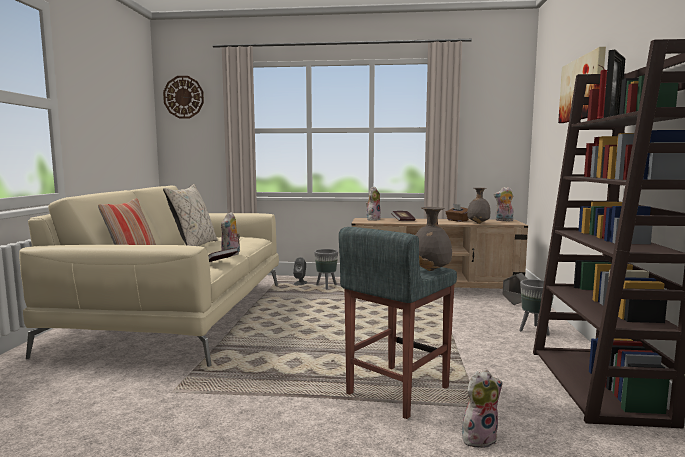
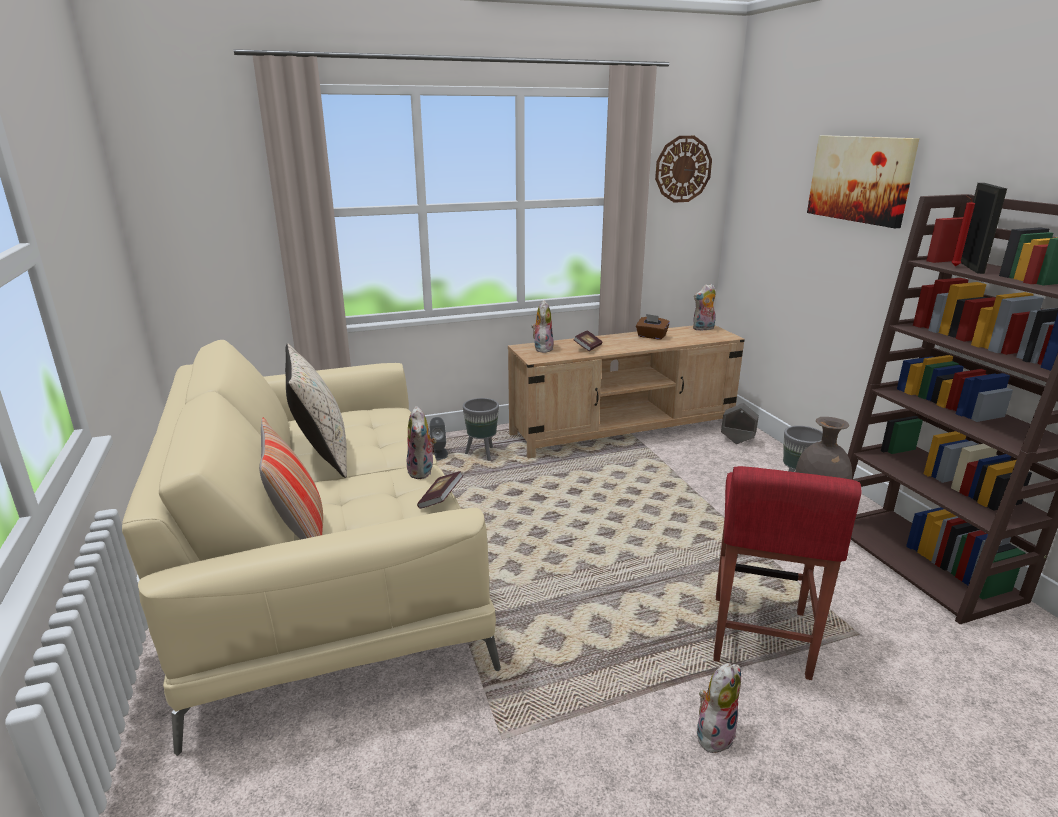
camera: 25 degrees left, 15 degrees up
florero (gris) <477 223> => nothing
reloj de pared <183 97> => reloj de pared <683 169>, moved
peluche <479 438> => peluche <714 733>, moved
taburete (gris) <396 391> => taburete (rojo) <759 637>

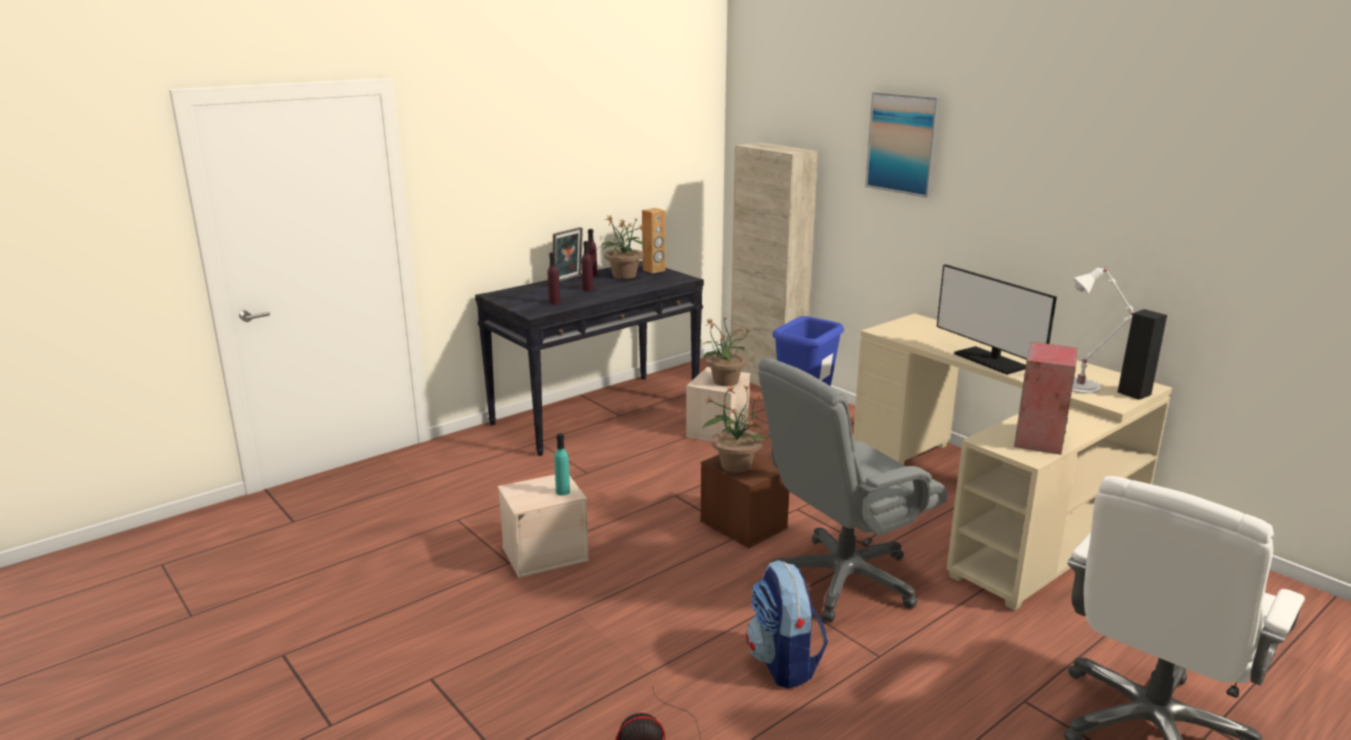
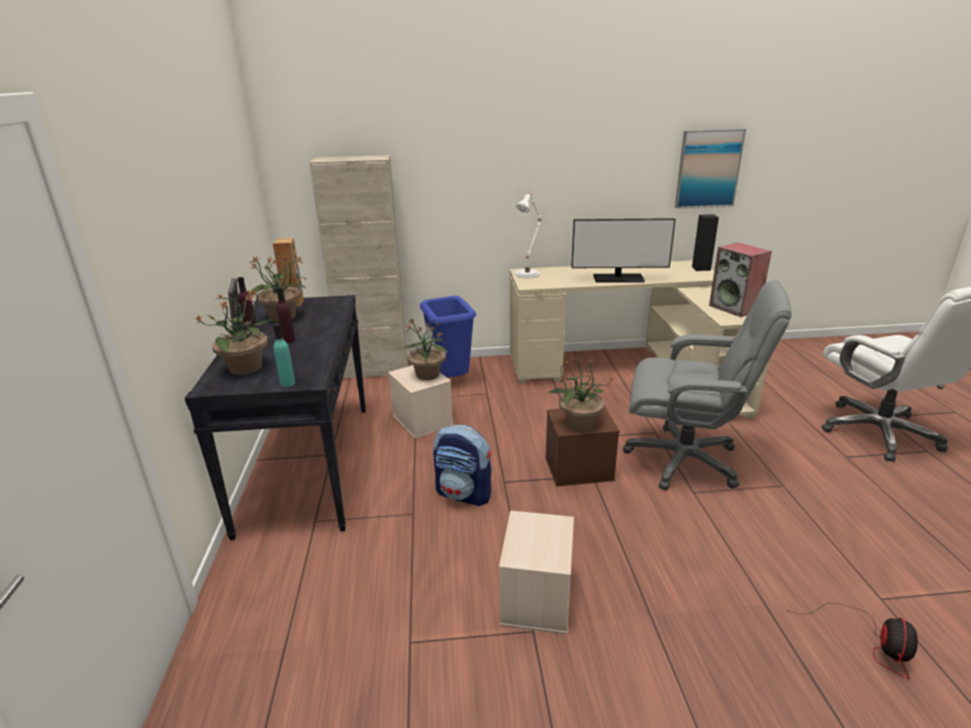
camera: 55 degrees left, 5 degrees up
botella (morado) <554 302> => nothing
nothing => planta en maceta <247 367>
botella (turquesa) <563 492> => botella (turquesa) <287 383>, moved
mochila <784 663> => mochila <464 494>, moved
cuadro <903 143> => cuadro <708 169>, moved
lámpara de mesa (blanco) <1083 386> => lámpara de mesa (blanco) <528 273>, moved
silla de oficina (gris) <843 580> => silla de oficina (gris) <684 460>, 75 degrees counterclockwise

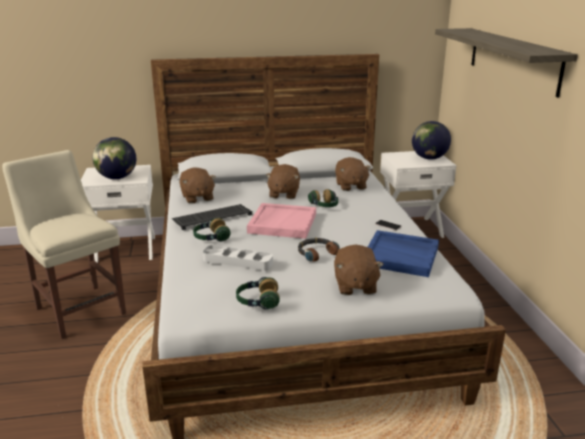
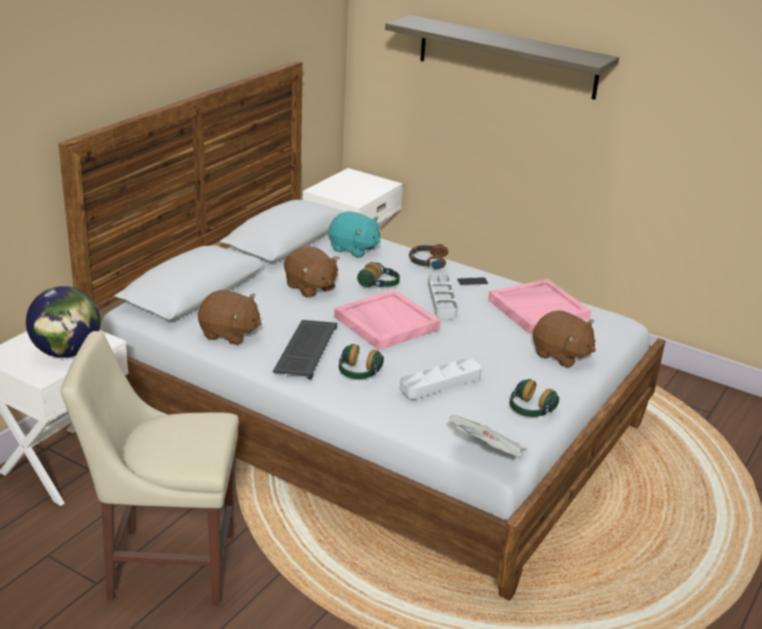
camera: 50 degrees left, 5 degrees up
globo terráqueo <429 158> => nothing
nothing => bandeja (gris) <441 299>
nothing => periódico <488 454>
auriculares <316 253> => auriculares <427 261>, moved
peluche (marrón) <350 186> => peluche (turquesa) <353 249>
bandeja (azul) <401 256> => bandeja (rosa) <538 309>

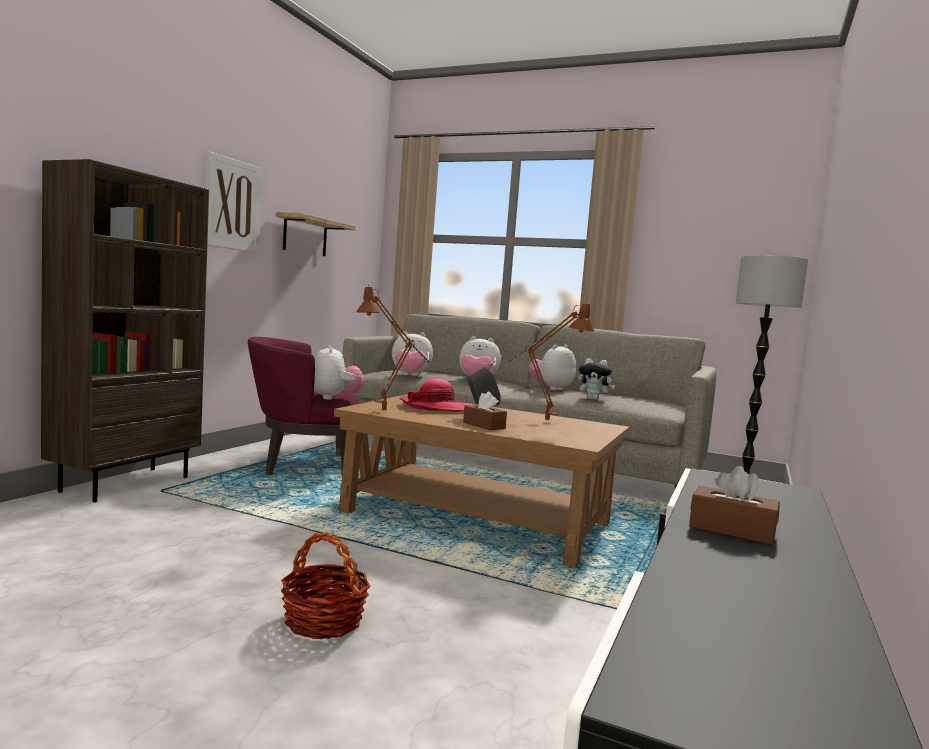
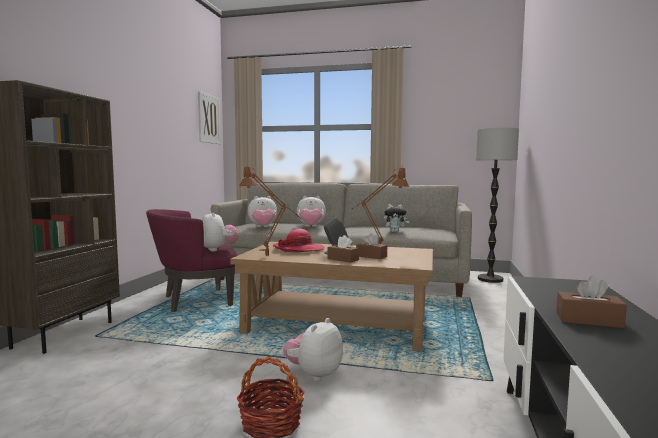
camera: 10 degrees left, 0 degrees up
estante <305 236> => nothing
nothing => caja de pañuelos (marrón) <371 256>
cuadro <232 204> => cuadro <208 119>, moved
peluche <551 388> => peluche <314 374>, moved

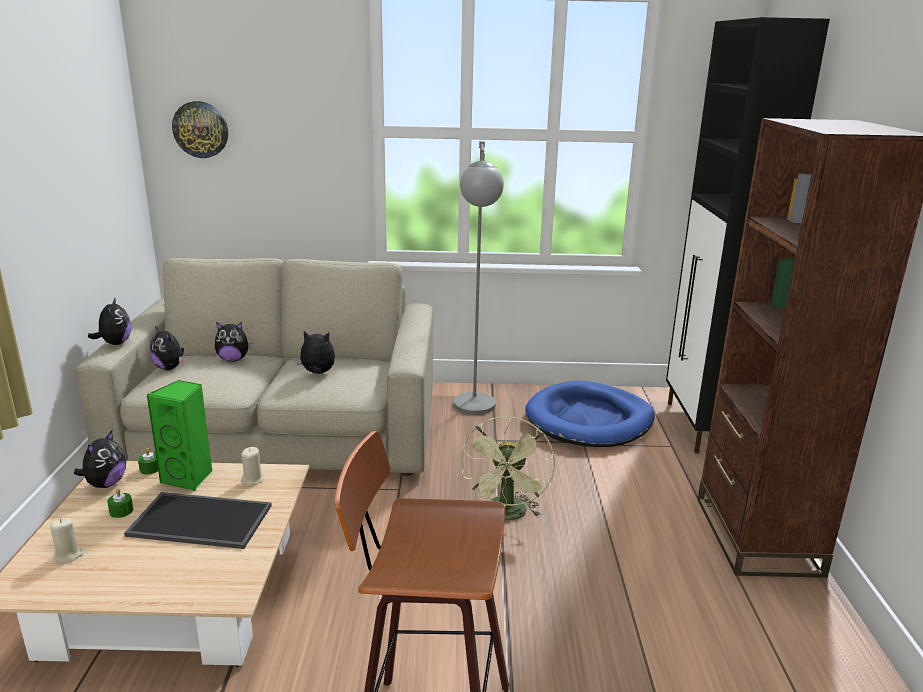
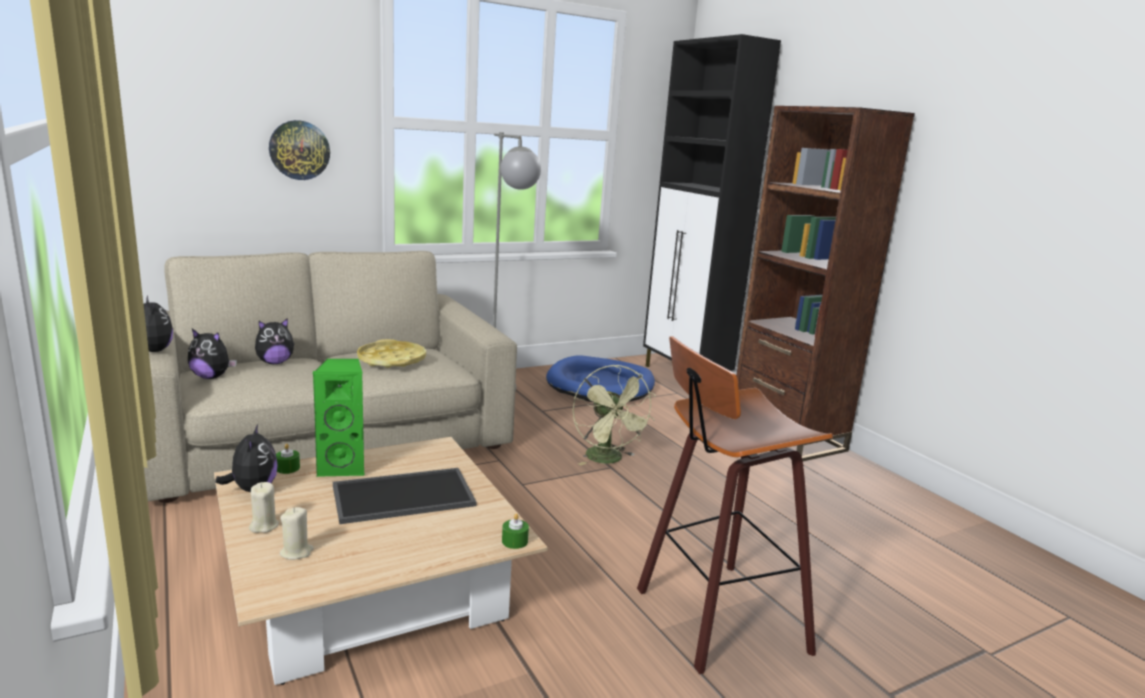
camera: 30 degrees left, 5 degrees down
vela (verde) <121 511> => vela (verde) <514 541>, moved
reloj de pared <201 129> => reloj de pared <299 150>, moved
vela (beis) <253 480> => vela (beis) <264 526>, moved
peluche <317 373> => bandeja (amarillo) <392 360>

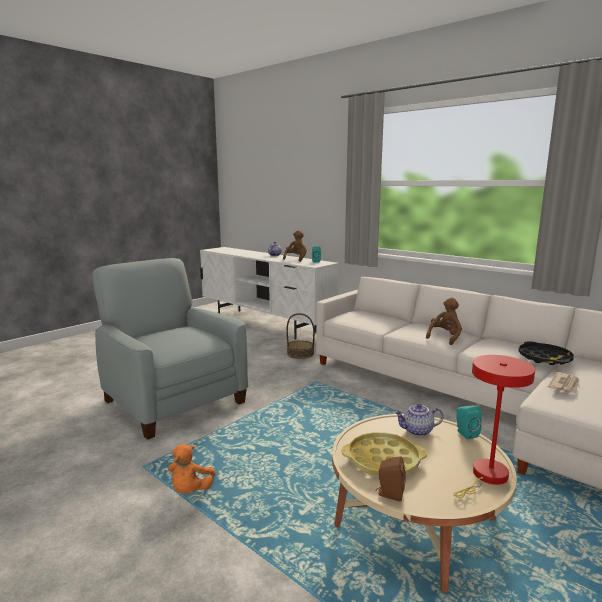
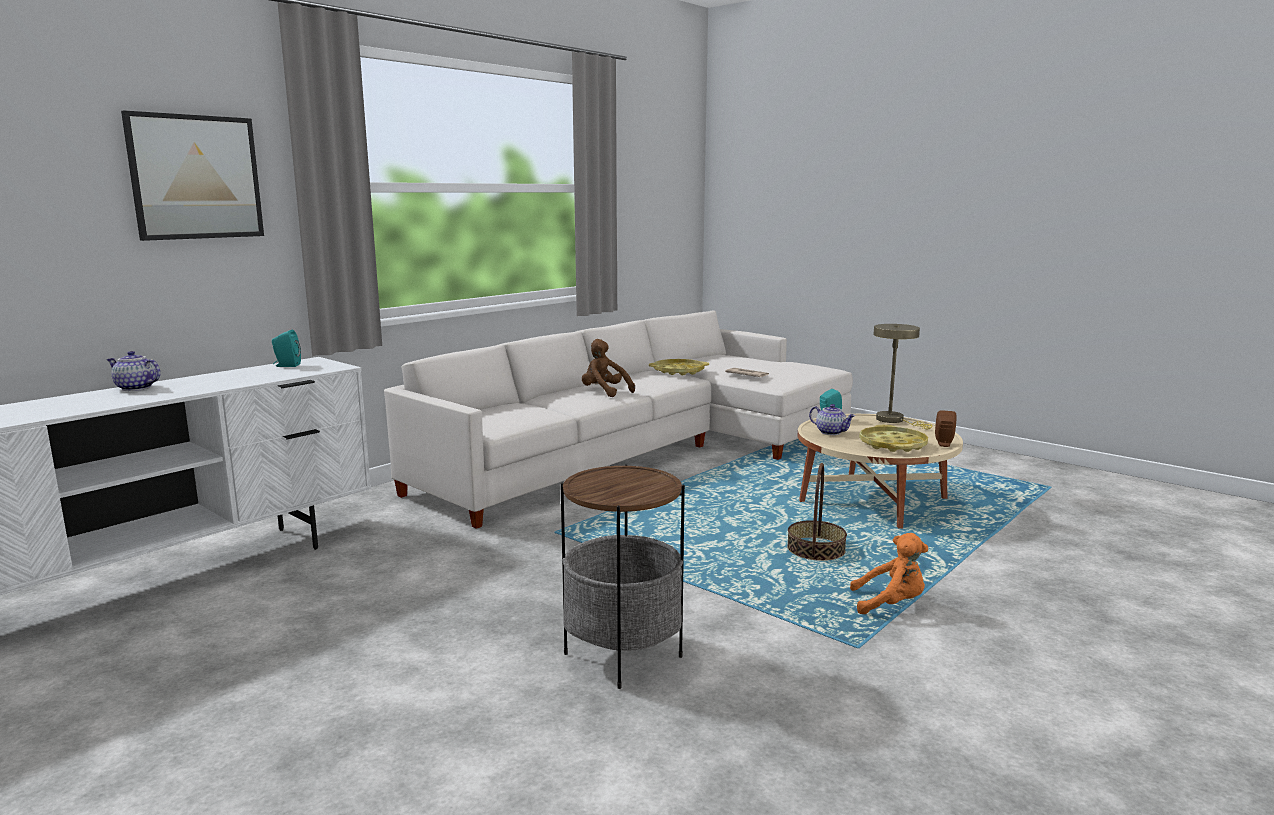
camera: 90 degrees left, 0 degrees up
peluche (marrón) <296 259> => nothing
nothing => cuadro <196 177>
cesta <300 353> => cesta <815 550>, moved
sillón (gris) <173 400> => mesa auxiliar <623 655>
lámpara de mesa (rojo) <487 477> => lámpara de mesa (beis) <894 420>
bandeja (negro) <544 358> => bandeja (amarillo) <678 371>
tetera <417 431> => tetera <831 432>, 45 degrees counterclockwise

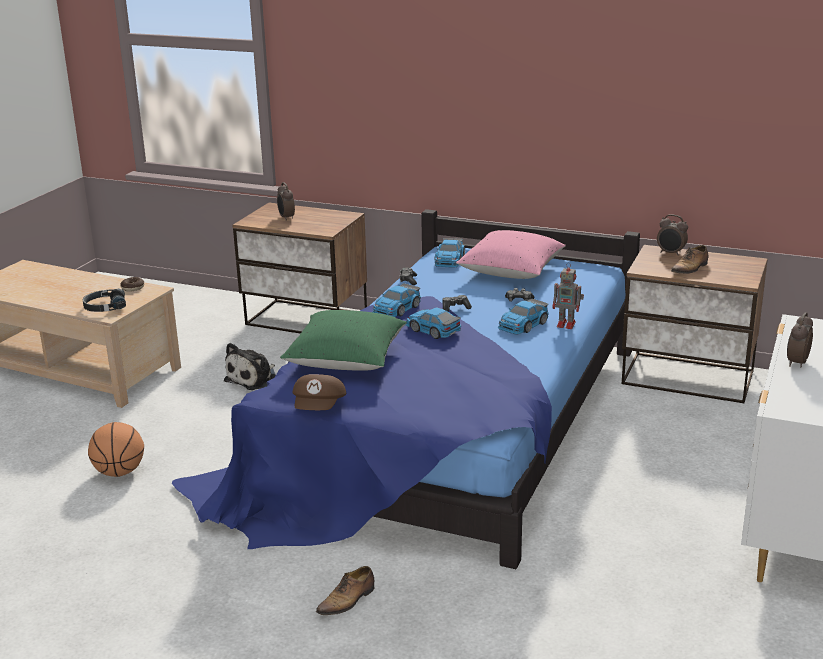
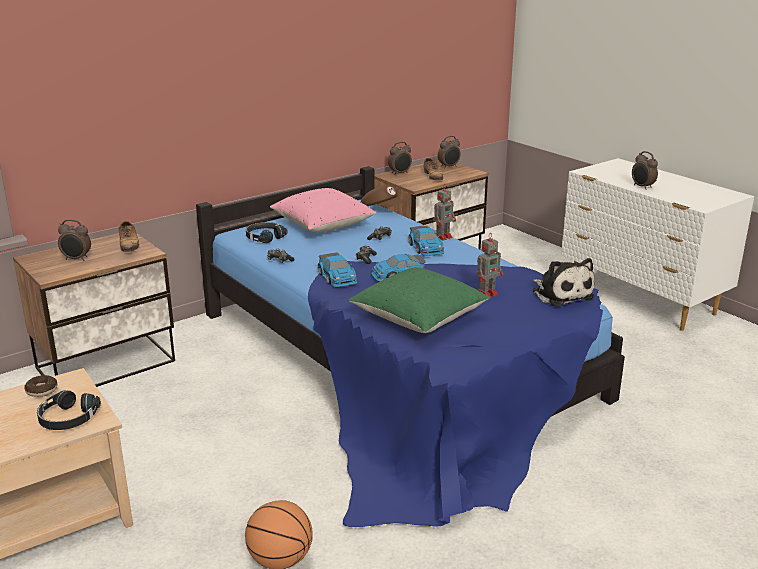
camera: 60 degrees left, 0 degrees up
nothing => despertador <449 167>
nothing => robot de juguete <487 293>
peluche <254 379> => peluche <560 294>, moved
gorra (marrón) <320 408> => gorra (marrón) <382 209>, moved
zapato <348 601> => zapato <129 245>, moved
coche de juguete <449 260> => auriculares (negro) <264 237>

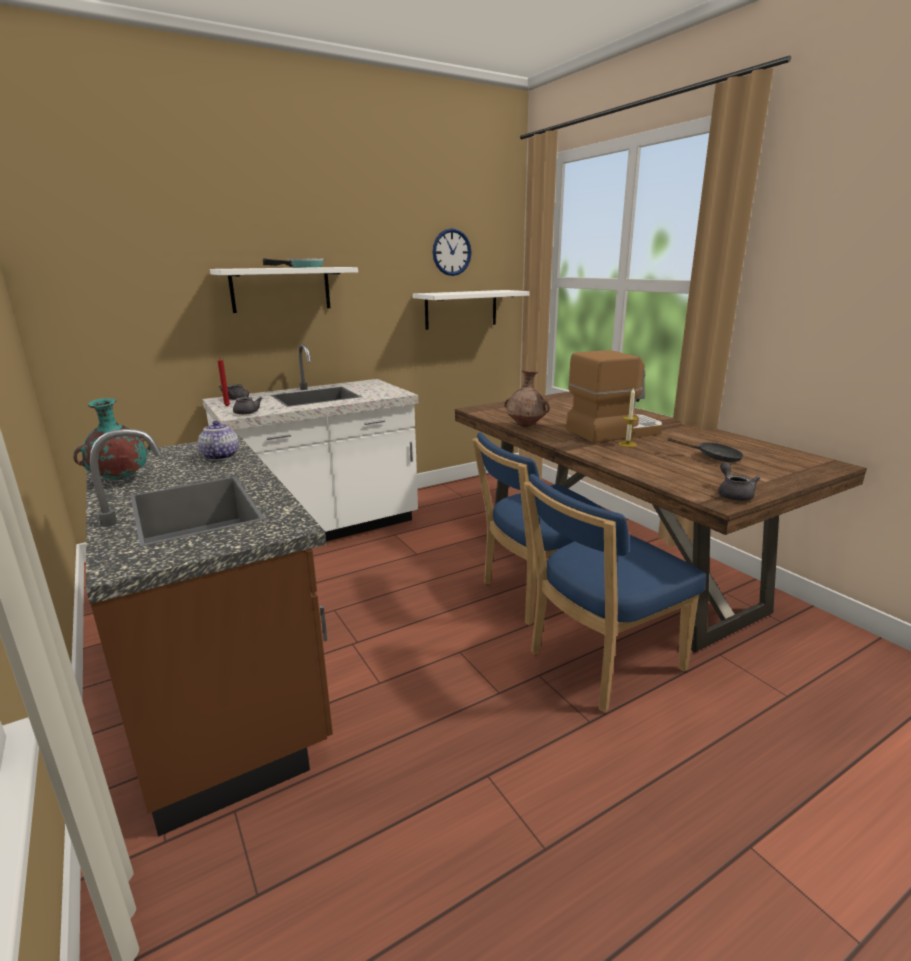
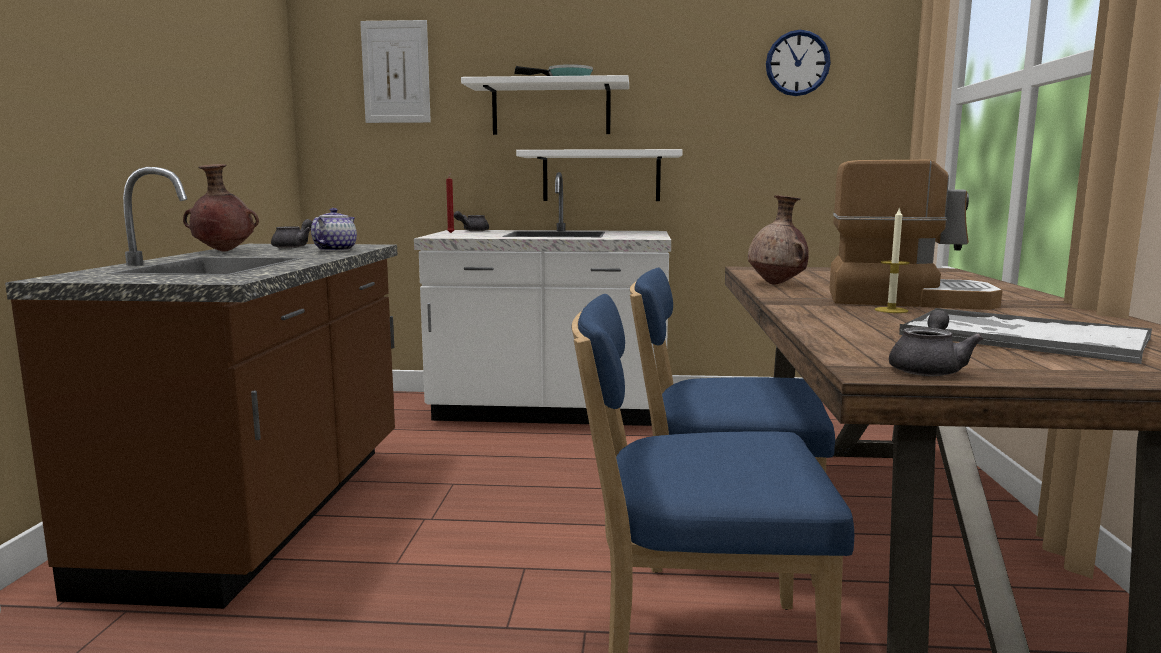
camera: 35 degrees right, 10 degrees down
nothing => cuadro <396 72>
tetera (gris) <247 411> => tetera (gris) <294 247>, moved
estante (blanco) <461 309> => estante (blanco) <601 176>, moved
sartén (negro) <713 457> => bandeja <1020 337>
florero (turquesa) <119 480> => florero (marrón) <223 251>

